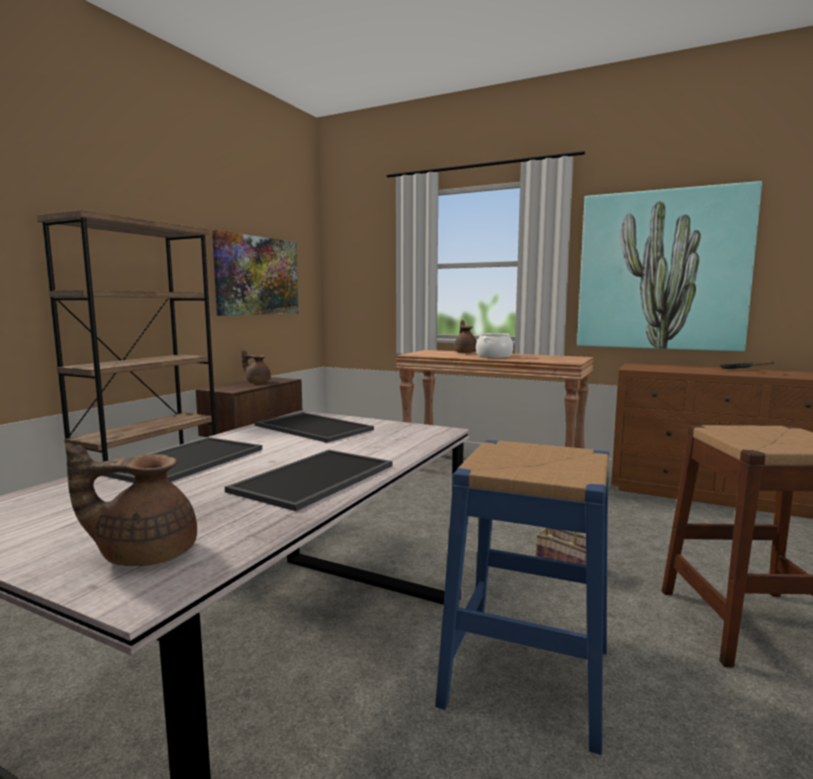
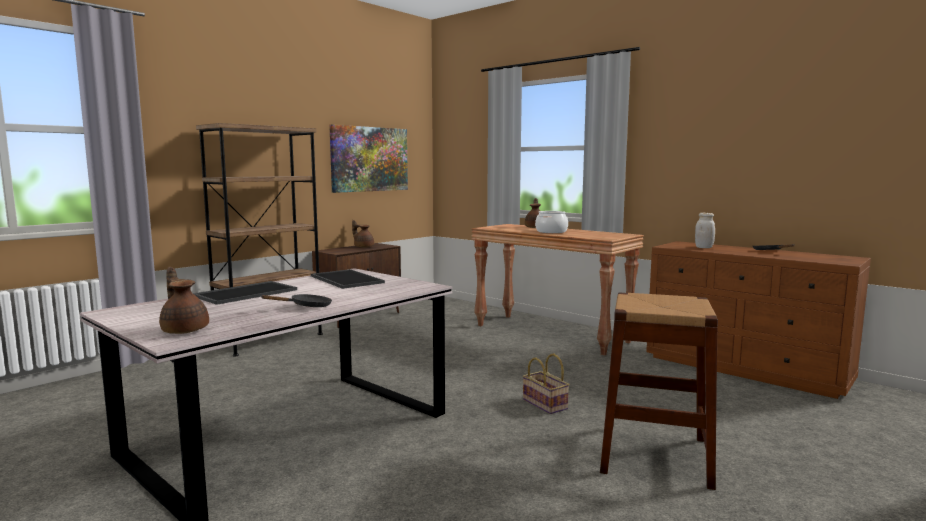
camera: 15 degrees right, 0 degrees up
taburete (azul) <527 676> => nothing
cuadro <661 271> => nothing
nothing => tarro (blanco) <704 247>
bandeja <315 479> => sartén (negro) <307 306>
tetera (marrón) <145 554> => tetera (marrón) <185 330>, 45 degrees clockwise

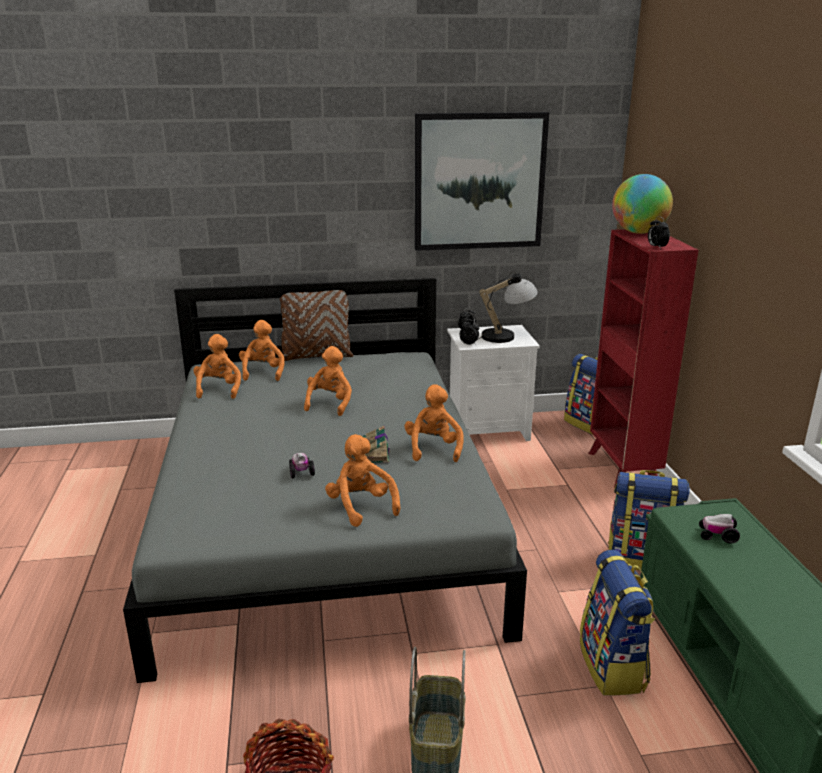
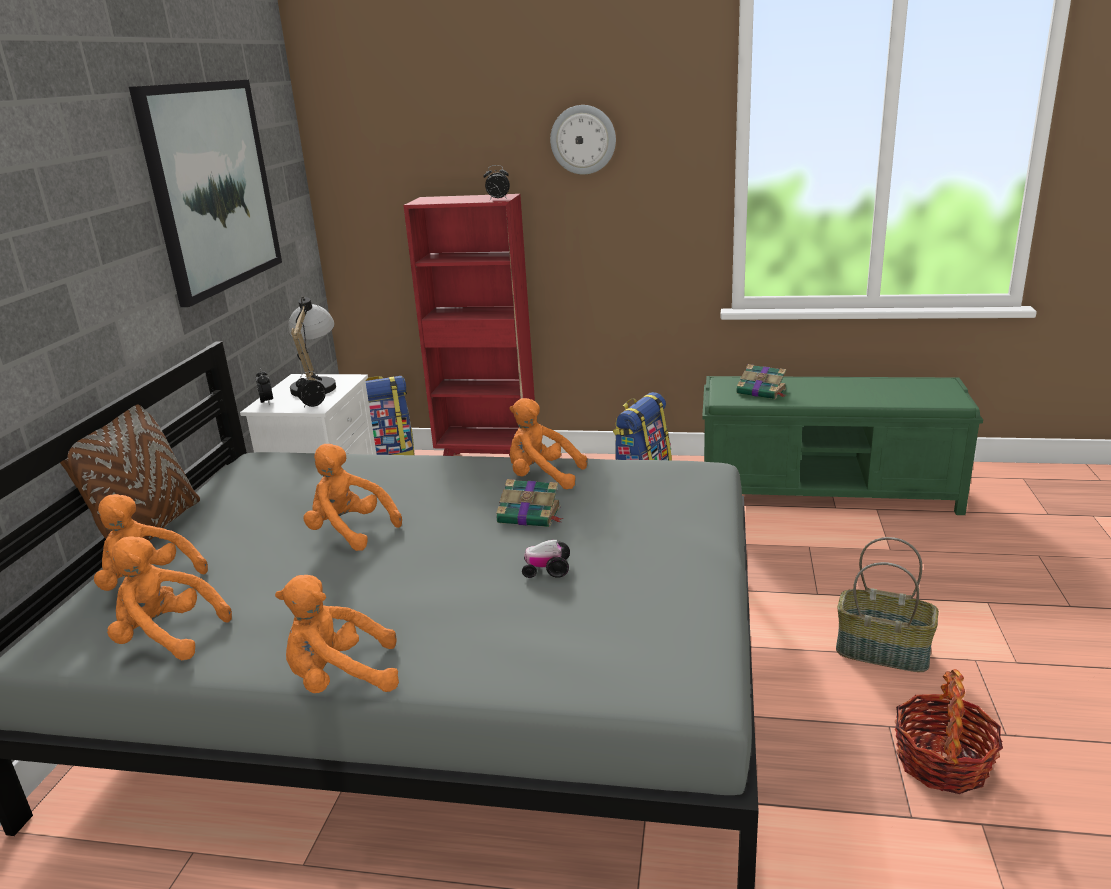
camera: 70 degrees left, 0 degrees up
mochila <613 666> => nothing
globo terráqueo <638 232> => nothing
nothing => reloj de pared <583 140>
peluche (naranja) <361 506> => peluche (naranja) <340 679>, moved
coche de juguete <717 535> => libro <762 392>

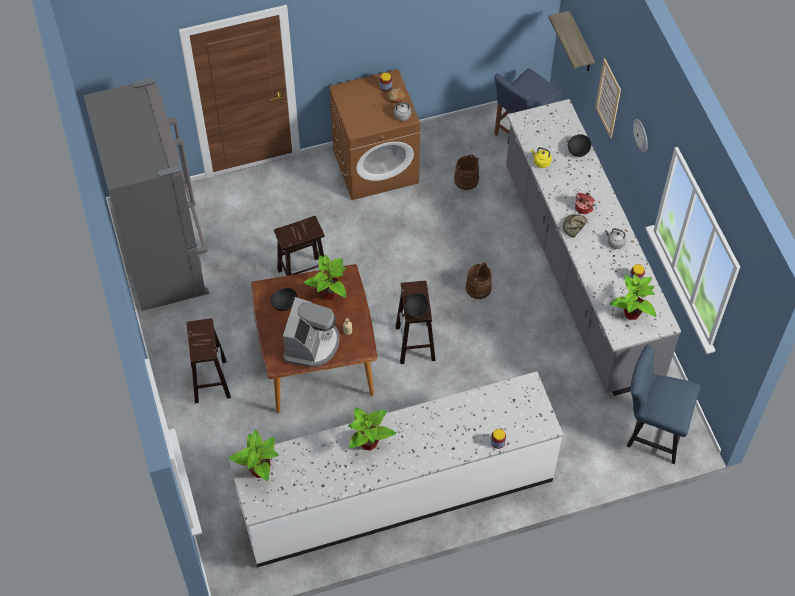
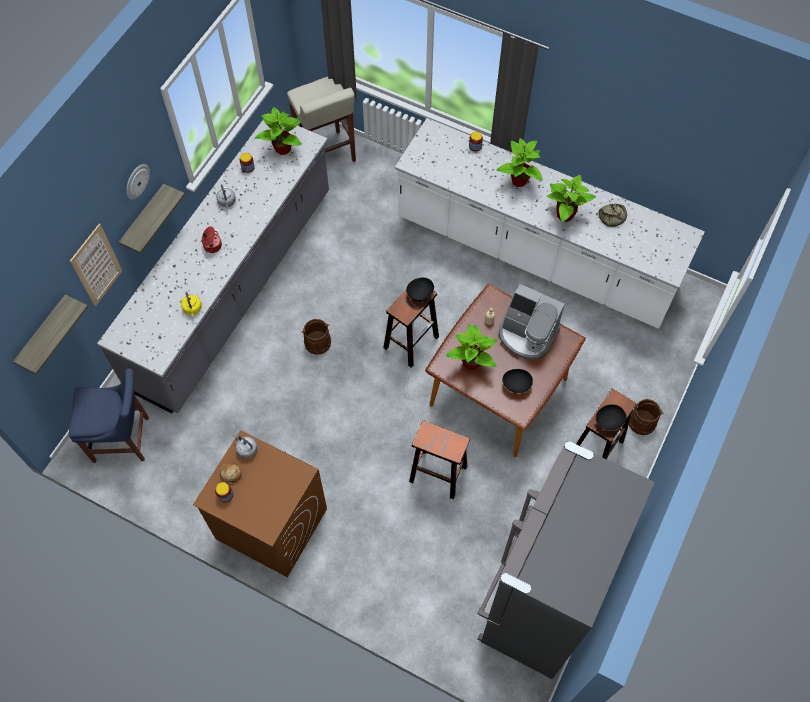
camera: 135 degrees left, 5 degrees up
nothing => estante <144 220>
planta en maceta <259 469> => planta en maceta <519 181>, moved
cubo (marrón) <466 180> => cubo (marrón) <642 422>, moved
pan <574 226> => pan <613 217>, moved
cuenco (negro) <578 150> => cuenco (negro) <609 422>, moved
silla (azul) <651 431> => taburete (beis) <326 154>
cafetera <311 344> => cafetera <527 334>, 120 degrees counterclockwise

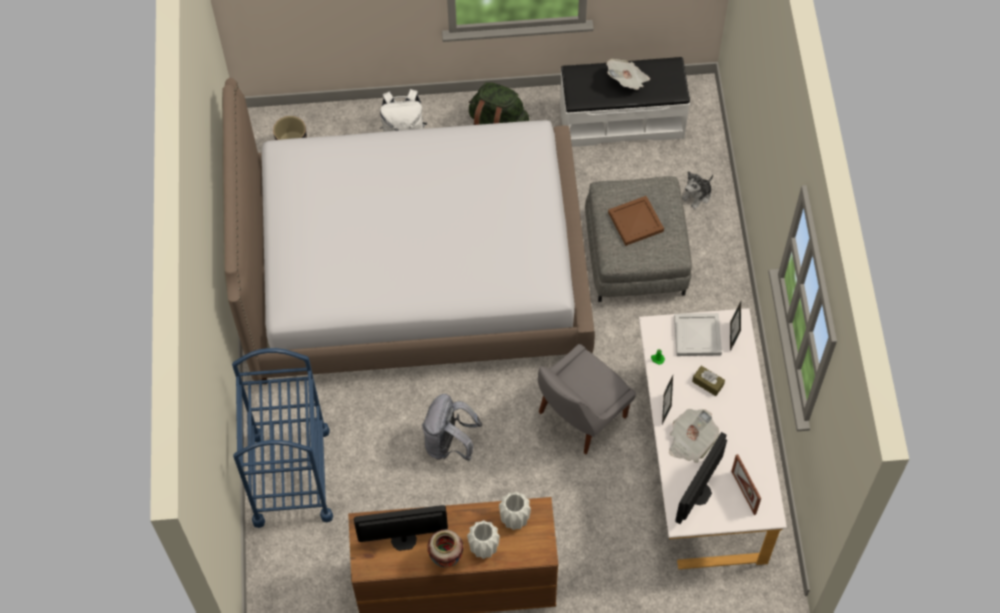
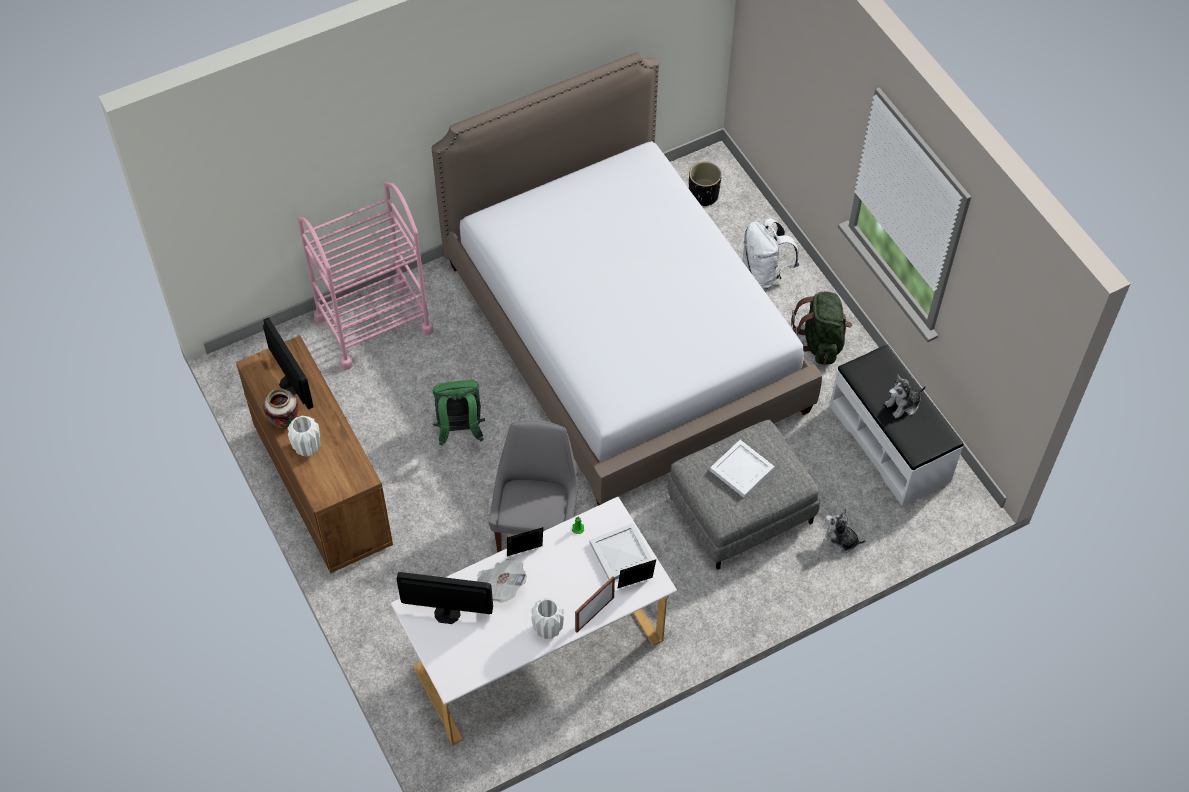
camera: 65 degrees right, 5 degrees down
caja de pañuelos (marrón) <707 383> => nothing
florero (blanco) <514 520> => florero (blanco) <547 629>, moved
portarretratos <743 492> => portarretratos <594 614>, moved
periódico <627 81> => peluche <903 405>
carrito (azul) <291 476> => carrito (rosa) <373 324>
mochila (gris) <450 443> => mochila (verde) <459 430>
bandeja (marrón) <634 221> => bandeja (blanco) <741 469>
silla (gris) <579 416> => silla (gris) <537 525>, 75 degrees clockwise

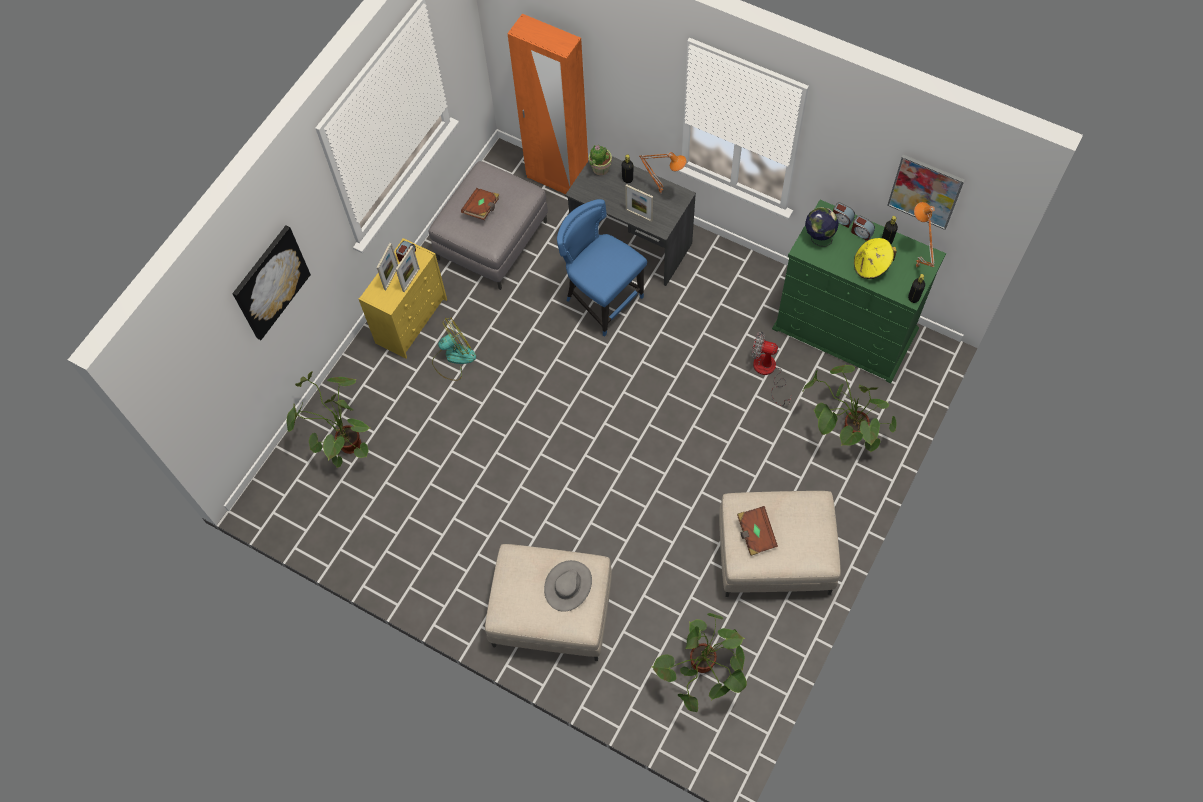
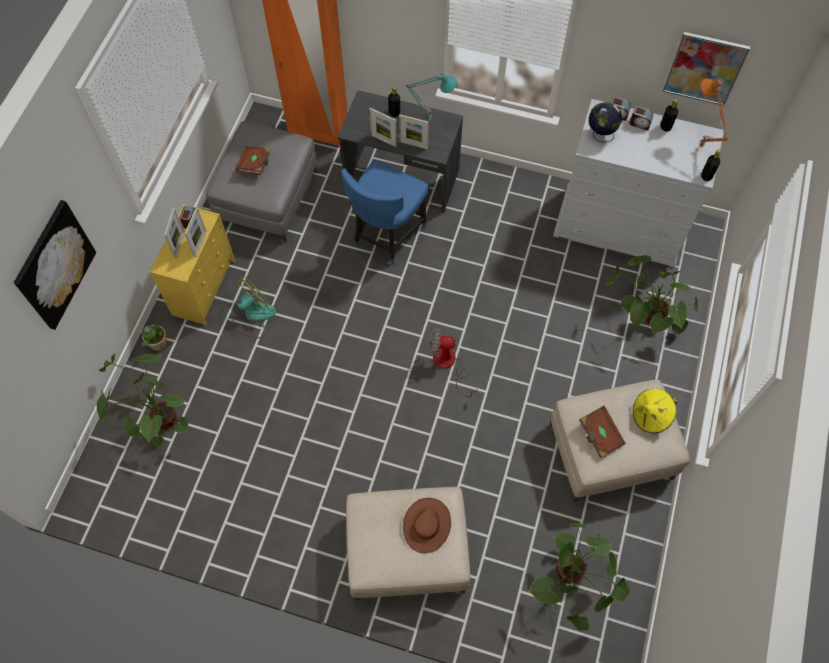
camera: 15 degrees left, 0 degrees up
nothing => portarretratos <383 140>
planta en maceta <600 168> => planta en maceta <158 343>, moved
ventilador <768 372> => ventilador <449 365>, moved
sombrero (amarillo) <871 266> => sombrero (amarillo) <651 416>, moved
sombrero (gris) <568 586> => sombrero (marrón) <427 525>
lámpara de mesa (naranja) <661 192> => lámpara de mesa (turquesa) <430 120>
cómoda (verde) <845 329> => cómoda (blanco) <620 225>
silla (azul) <602 300> => silla (azul) <386 236>, 90 degrees counterclockwise

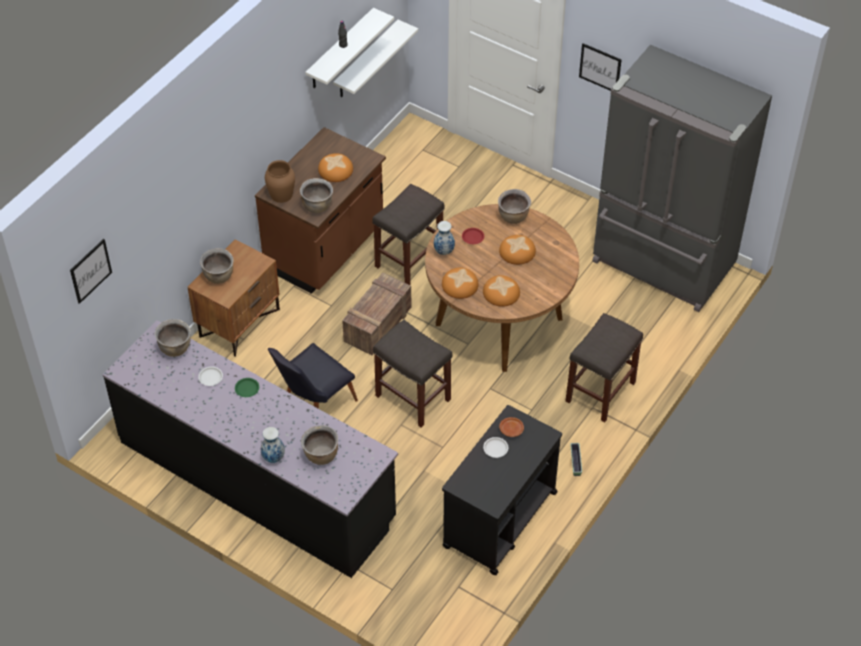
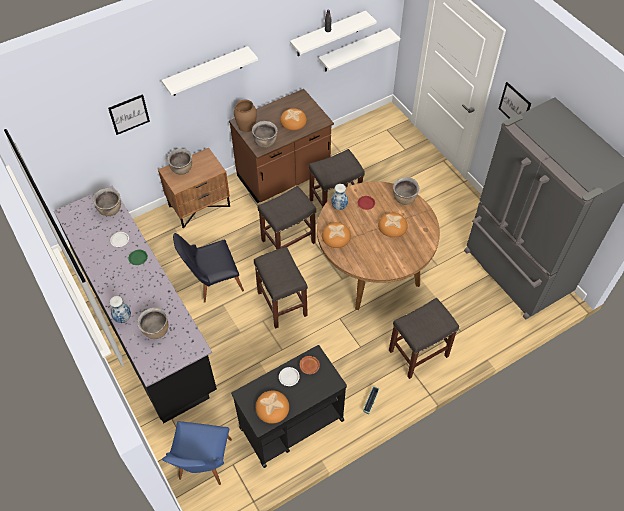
camera: 25 degrees right, 5 degrees up
nothing => estante (blanco) <206 72>
nothing => silla (azul) <202 465>
cuadro <90 271> => cuadro <129 114>, moved
pan <501 293> => pan <272 408>, moved
caja de embalaje <378 324> => taburete (gris) <288 241>

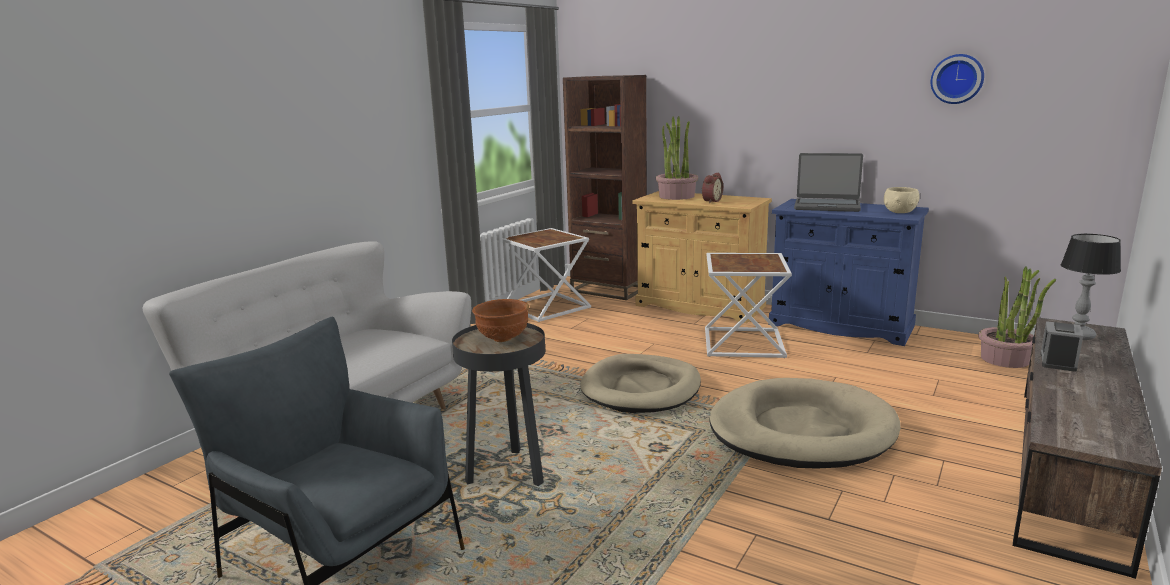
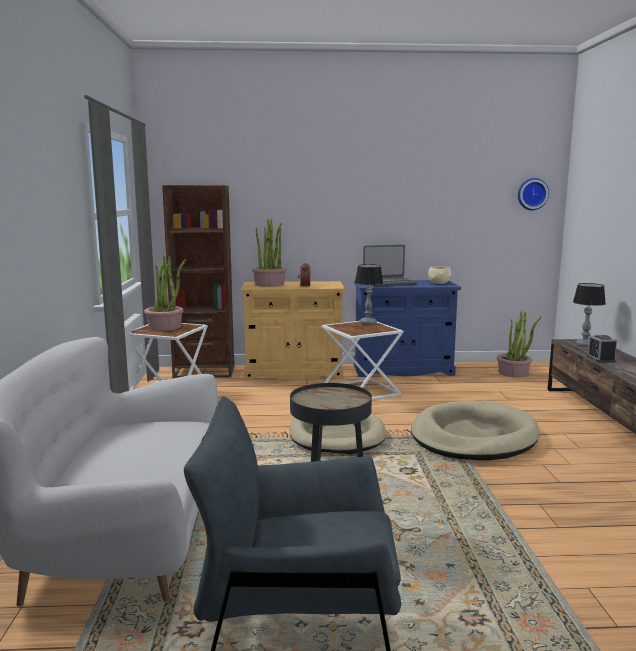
camera: 35 degrees left, 5 degrees down
cuenco (marrón) <502 338> => nothing
nothing => planta en maceta <165 327>
nothing => lámpara de mesa <368 323>
reloj de pared <957 79> => reloj de pared <532 194>, moved

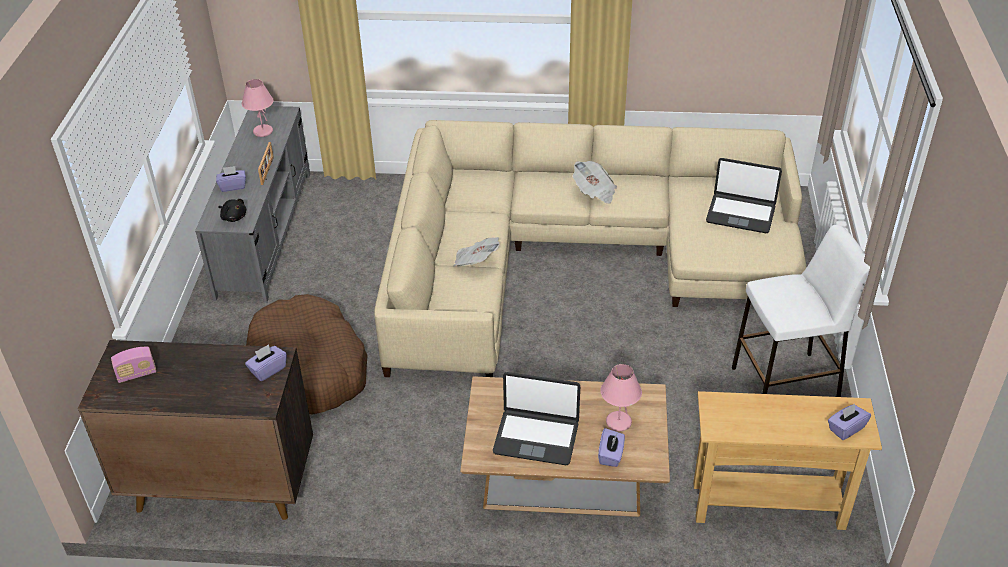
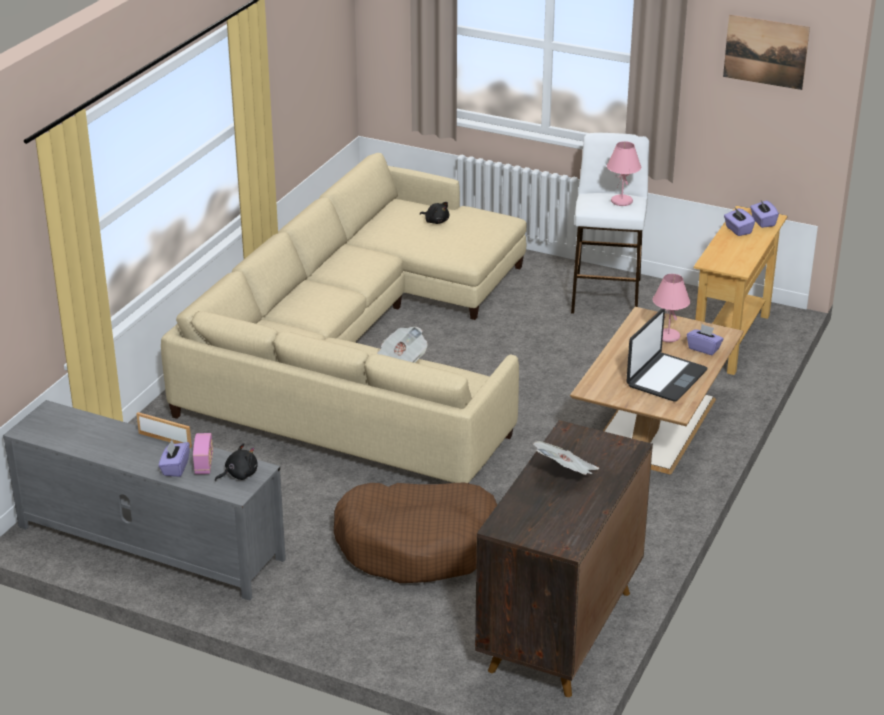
camera: 70 degrees left, 10 degrees down
nothing => cuadro <765 52>
radio <136 374> => radio <204 464>, moved
lámpara de mesa (rosa) <262 132> => lámpara de mesa (rosa) <621 202>, moved
caja de pañuelos (morado) <268 370> => caja de pañuelos (morado) <738 230>, moved
periódico <594 192> => periódico <566 473>, moved
portátil <740 214> => peluche (negro) <436 221>

